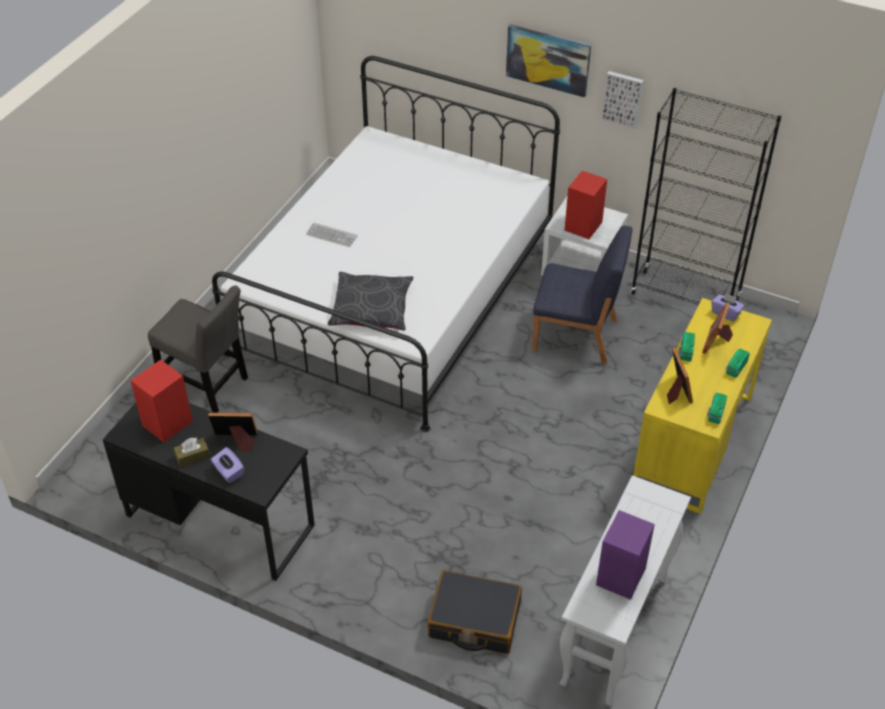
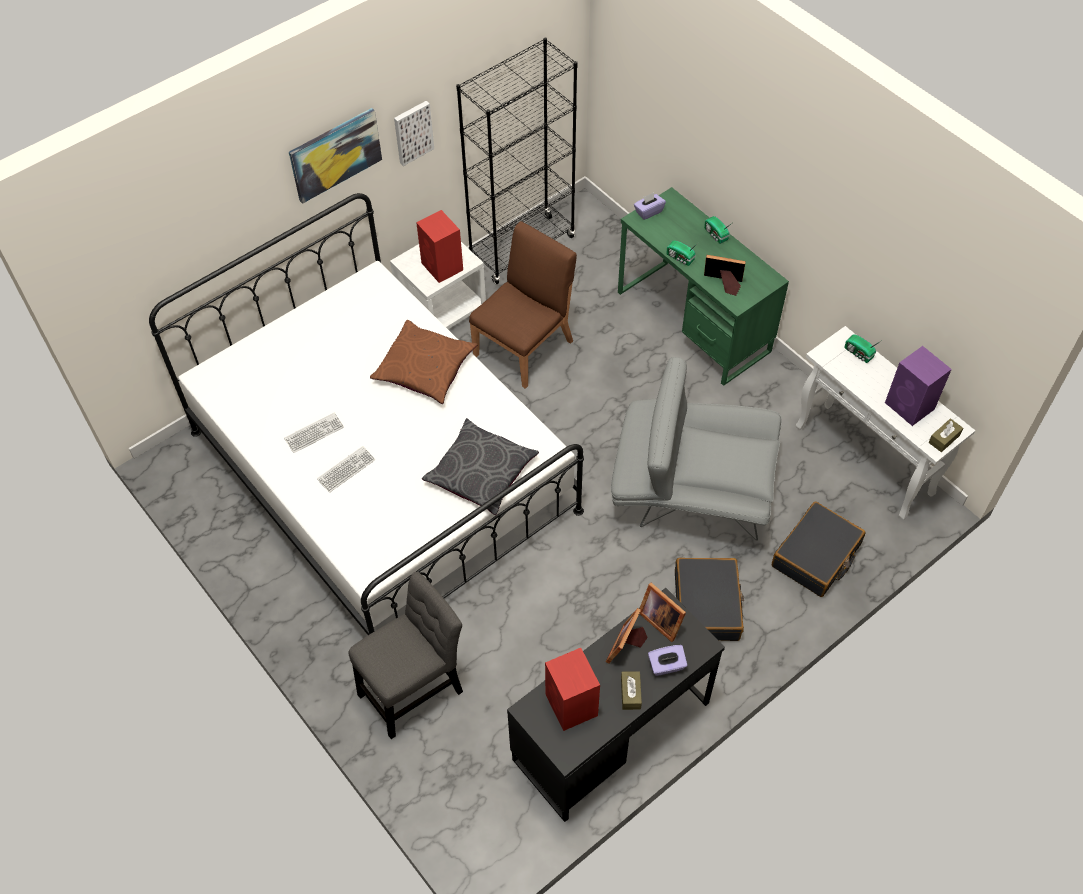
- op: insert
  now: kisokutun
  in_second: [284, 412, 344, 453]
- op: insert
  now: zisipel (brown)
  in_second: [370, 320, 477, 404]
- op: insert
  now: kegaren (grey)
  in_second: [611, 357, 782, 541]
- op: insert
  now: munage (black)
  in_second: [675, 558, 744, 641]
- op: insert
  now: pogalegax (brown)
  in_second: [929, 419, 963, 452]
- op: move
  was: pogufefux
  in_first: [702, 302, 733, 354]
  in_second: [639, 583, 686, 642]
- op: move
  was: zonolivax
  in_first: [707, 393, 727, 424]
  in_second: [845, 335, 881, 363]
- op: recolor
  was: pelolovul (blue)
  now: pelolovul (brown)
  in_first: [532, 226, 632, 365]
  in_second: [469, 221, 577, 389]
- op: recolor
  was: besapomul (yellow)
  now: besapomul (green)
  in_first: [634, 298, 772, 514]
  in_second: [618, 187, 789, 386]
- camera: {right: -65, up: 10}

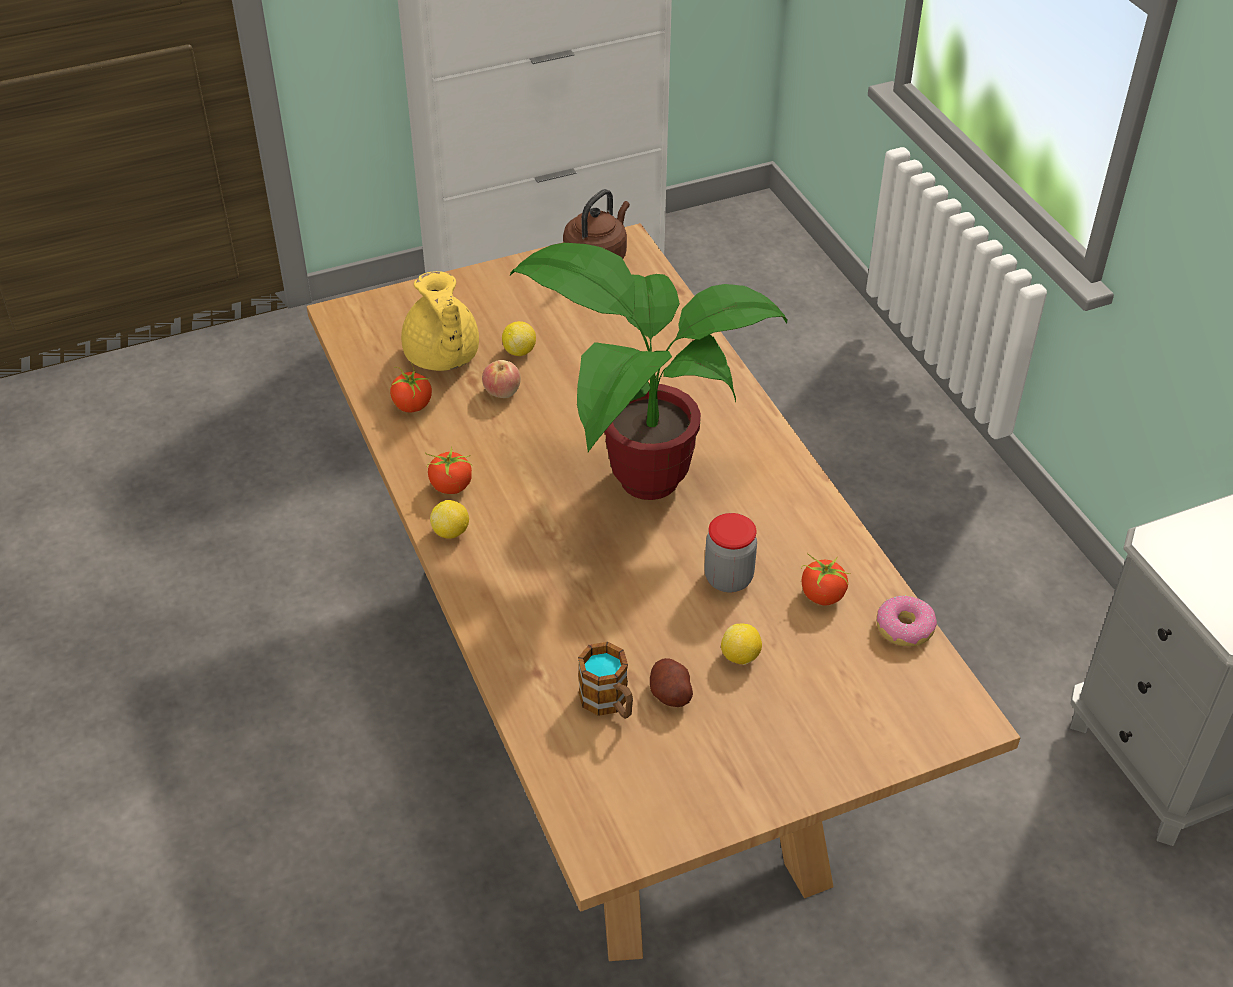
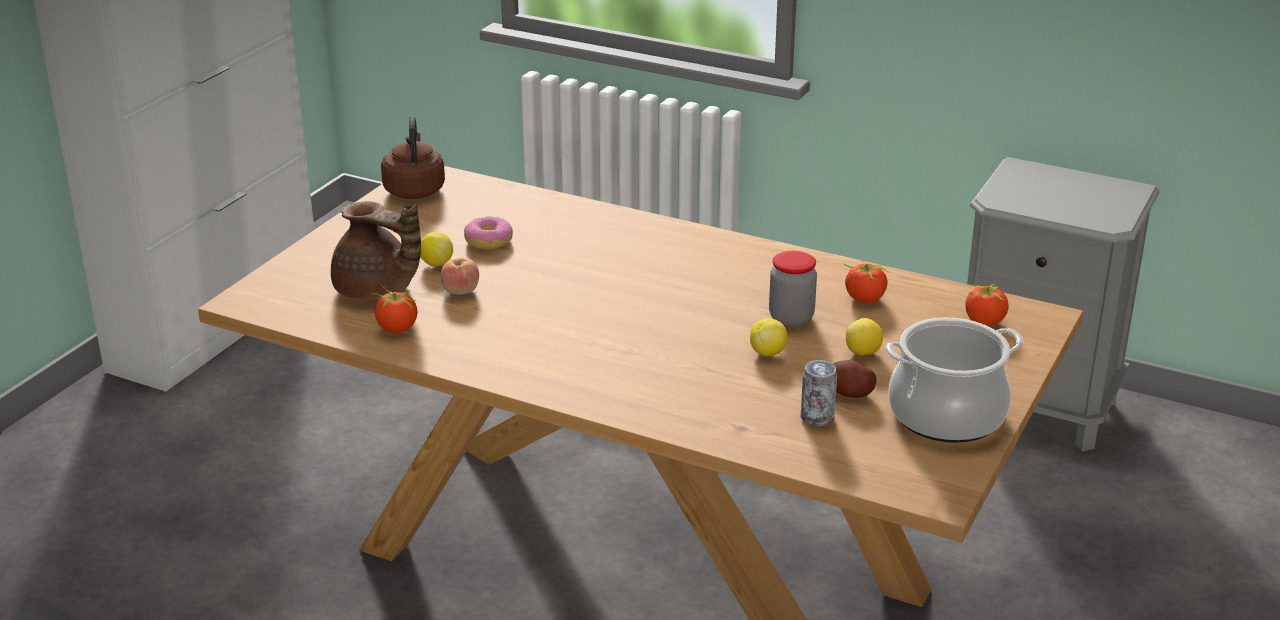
- op: delete
  was: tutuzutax
  in_first: [510, 243, 788, 500]
- op: insert
  now: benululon
  in_second: [886, 318, 1024, 443]
- op: move
  was: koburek
  in_first: [425, 446, 473, 494]
  in_second: [965, 283, 1009, 326]
- op: move
  was: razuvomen
  in_first: [430, 500, 469, 539]
  in_second: [750, 318, 788, 356]
- op: move
  was: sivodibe
  in_first: [876, 595, 937, 647]
  in_second: [464, 216, 513, 249]
- op: replace
  was: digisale
  now: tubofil
  in_first: [578, 642, 633, 719]
  in_second: [801, 360, 837, 427]
- op: recolor
  was: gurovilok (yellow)
  now: gurovilok (brown)
  in_first: [401, 271, 479, 371]
  in_second: [331, 201, 421, 300]
- camera: {right: -40, up: -15}

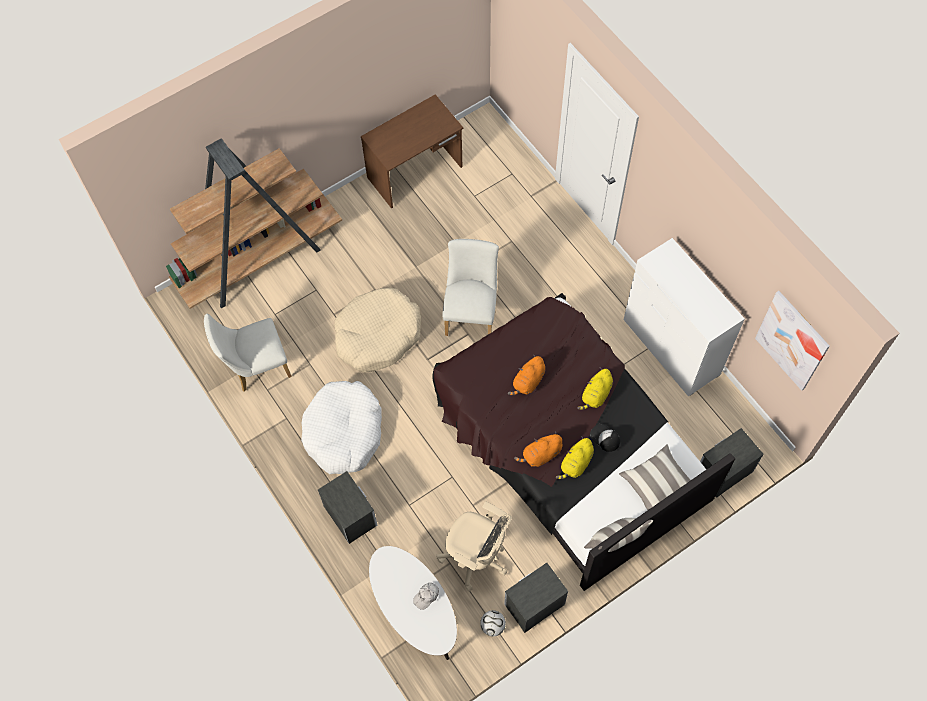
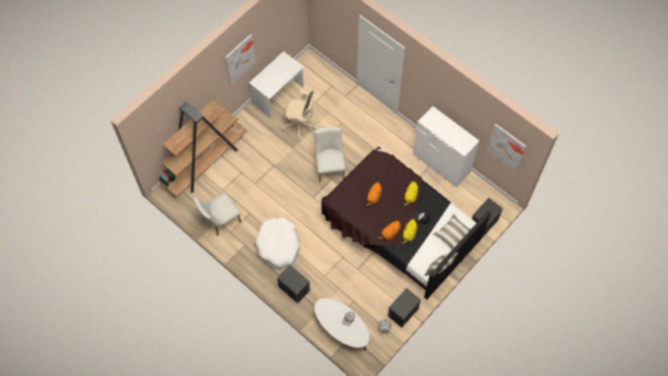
- op: delete
  was: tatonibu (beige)
  in_first: [335, 288, 421, 372]
- op: insert
  now: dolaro
  in_second: [225, 34, 256, 85]
- op: move
  was: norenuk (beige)
  in_first: [436, 502, 512, 591]
  in_second: [281, 90, 317, 140]
- op: recolor
  was: besapomul (brown)
  now: besapomul (white)
  in_first: [361, 94, 463, 209]
  in_second: [249, 51, 304, 118]
- camera: {right: -15, up: 0}

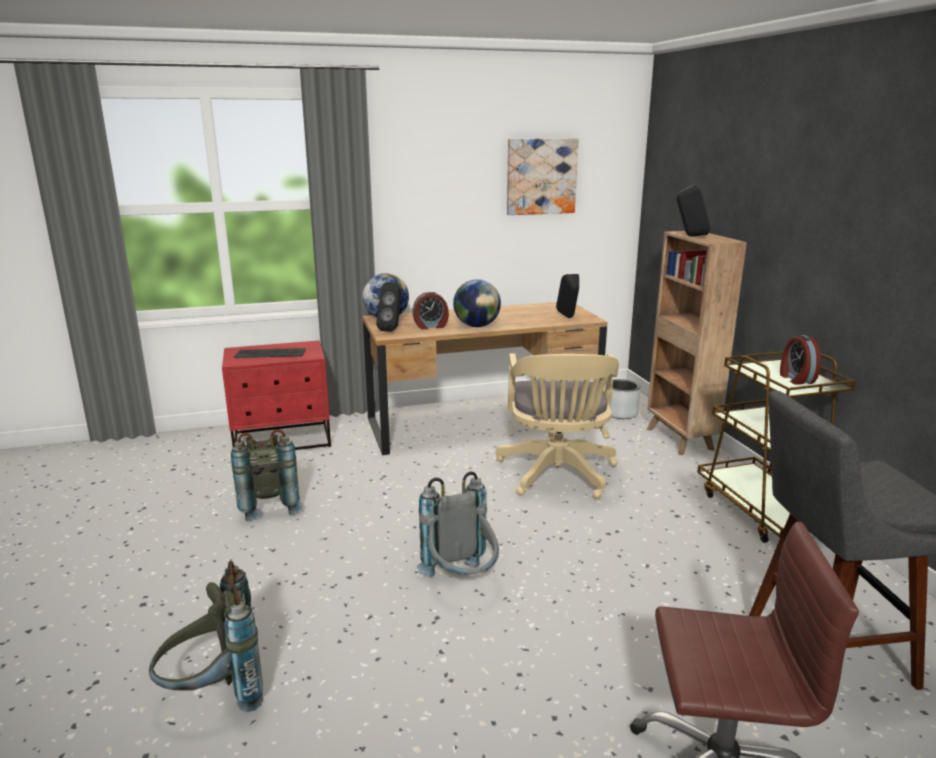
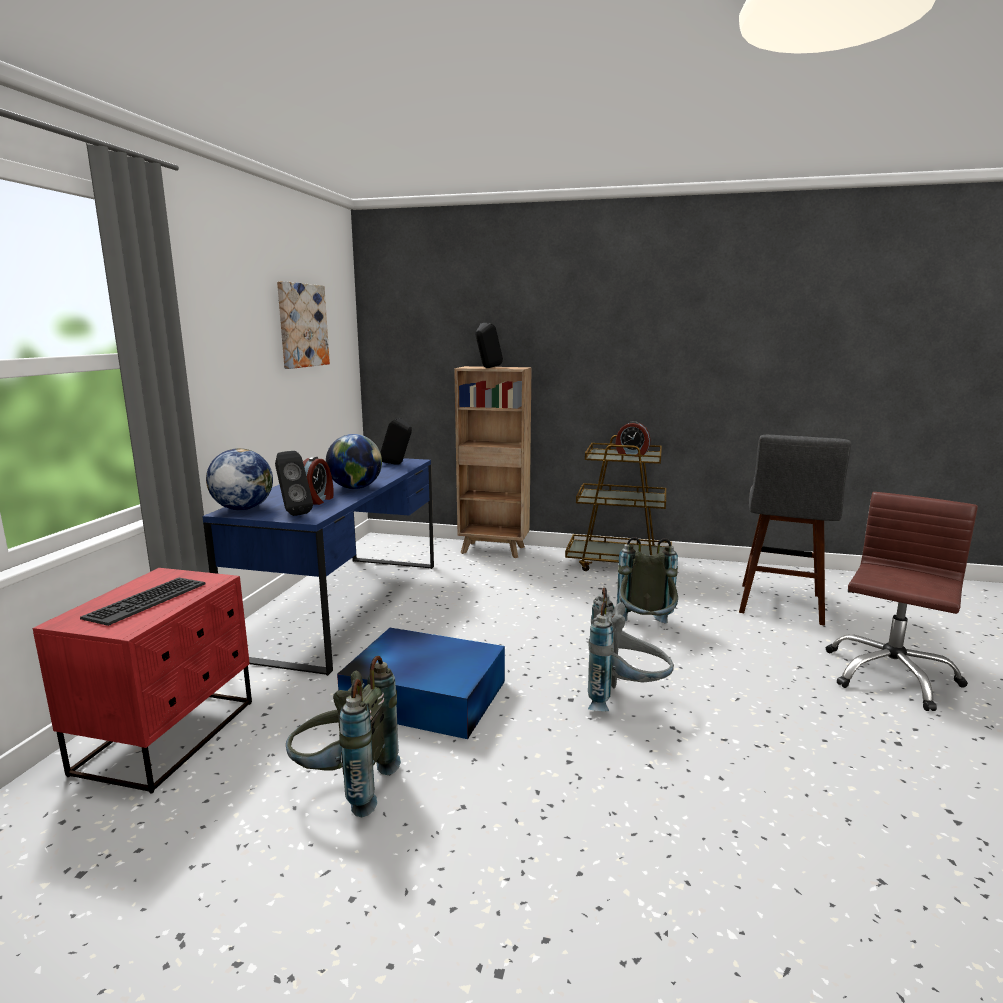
- op: delete
  was: norenuk (beige)
  in_first: [495, 353, 619, 499]
- op: delete
  was: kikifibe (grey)
  in_first: [610, 379, 641, 419]
- op: insert
  now: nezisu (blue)
  in_second: [337, 628, 505, 739]
- op: move
  was: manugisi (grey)
  in_first: [149, 561, 263, 712]
  in_second: [617, 537, 678, 624]
- op: recolor
  was: besapomul (brown)
  now: besapomul (blue)
  in_first: [362, 302, 608, 455]
  in_second: [202, 458, 434, 676]
- camera: {right: -60, up: -5}

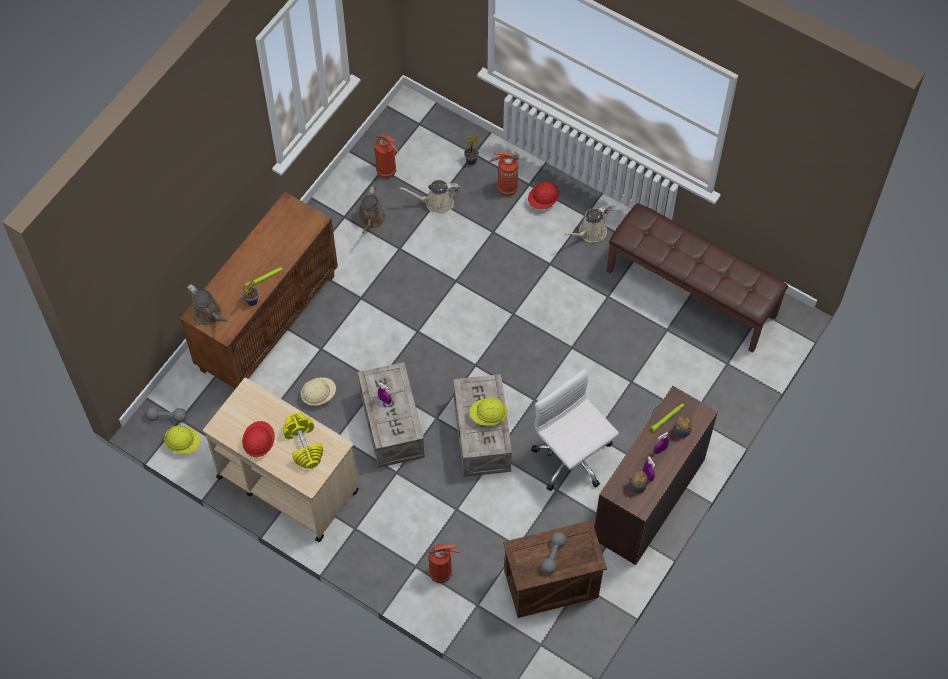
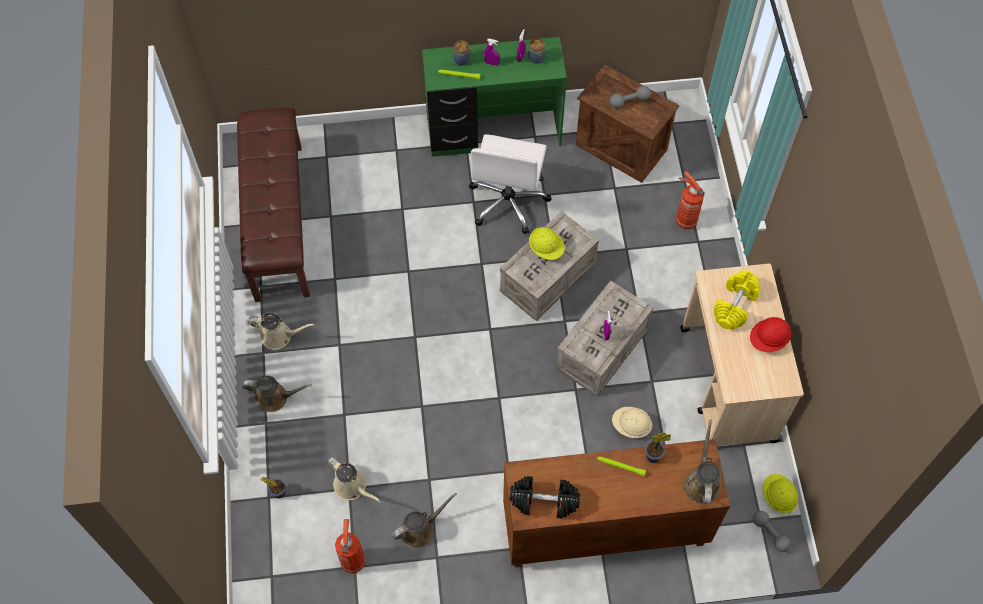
- op: delete
  was: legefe
  in_first: [489, 151, 519, 196]
- op: insert
  now: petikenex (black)
  in_second: [510, 476, 580, 519]
- op: replace
  was: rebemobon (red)
  now: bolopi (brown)
  in_first: [528, 181, 559, 209]
  in_second: [243, 375, 312, 412]
- op: recolor
  was: besapomul (brown)
  now: besapomul (green)
  in_first: [594, 386, 718, 565]
  in_second: [422, 37, 567, 156]
- camera: {right: -130, up: 0}

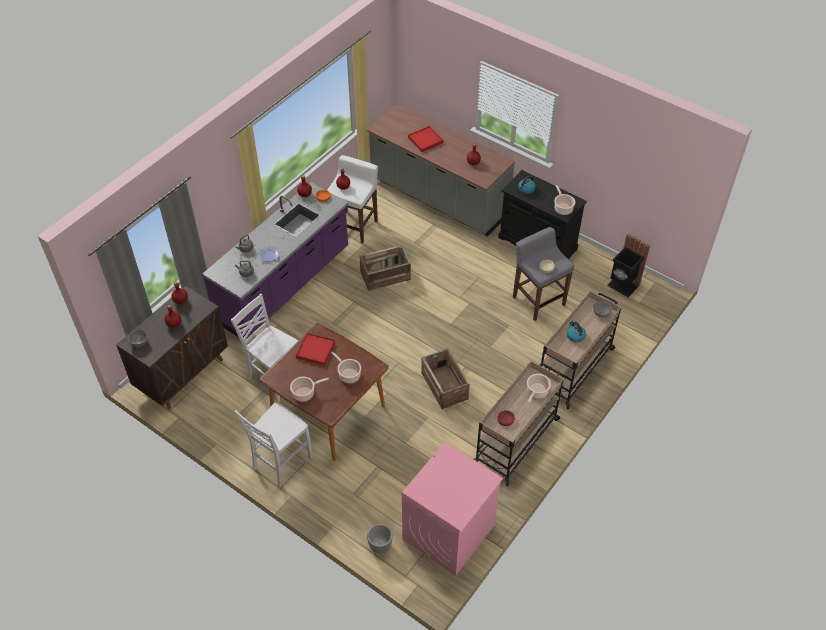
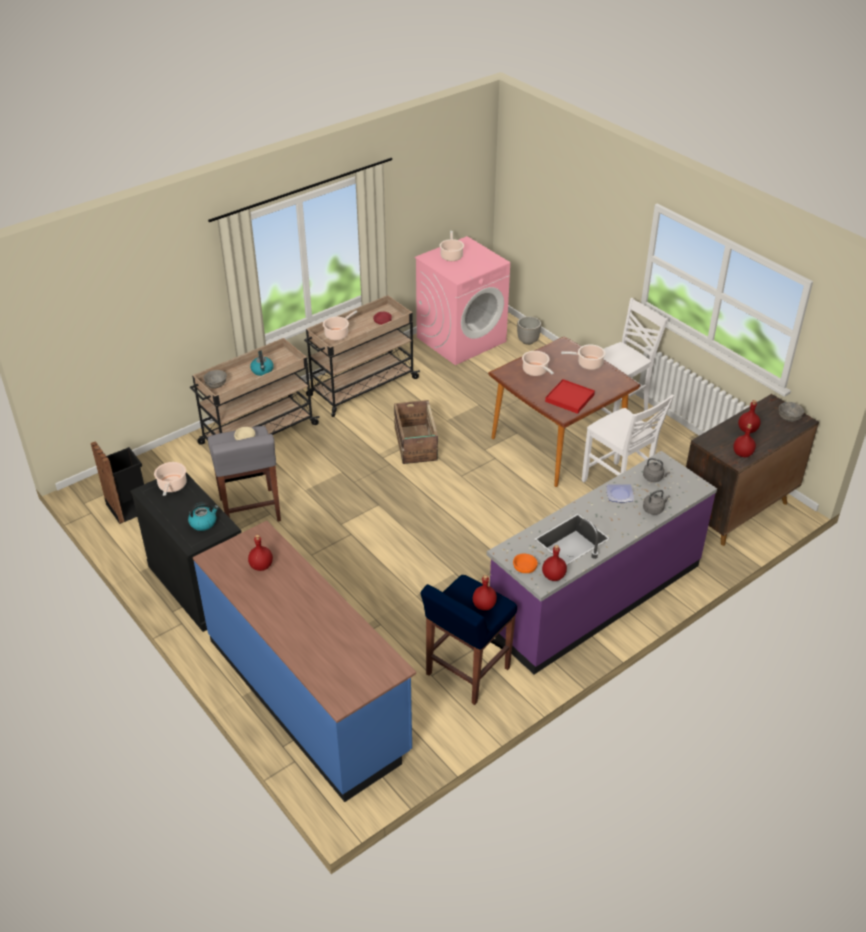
- op: delete
  was: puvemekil
  in_first: [360, 245, 411, 291]
- op: delete
  was: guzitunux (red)
  in_first: [408, 126, 443, 152]
- op: insert
  now: benululon
  in_second: [439, 231, 464, 261]
- op: recolor
  was: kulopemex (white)
  now: kulopemex (blue)
  in_first: [327, 155, 378, 244]
  in_second: [421, 575, 517, 705]
- op: recolor
  was: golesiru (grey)
  now: golesiru (blue)
  in_first: [367, 104, 515, 236]
  in_second: [193, 521, 416, 802]
- camera: {right: -165, up: -10}

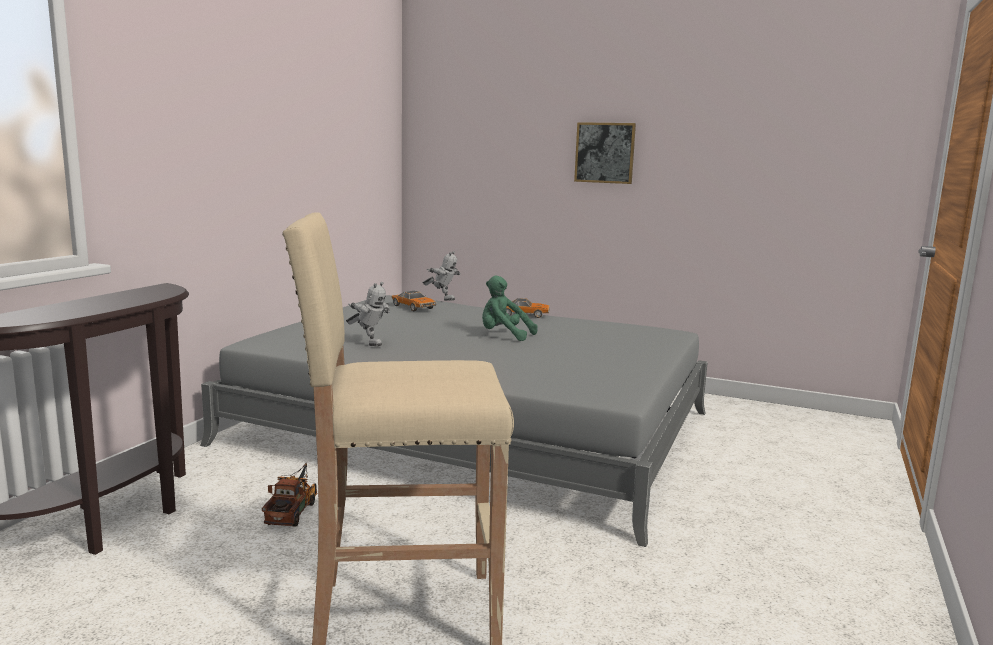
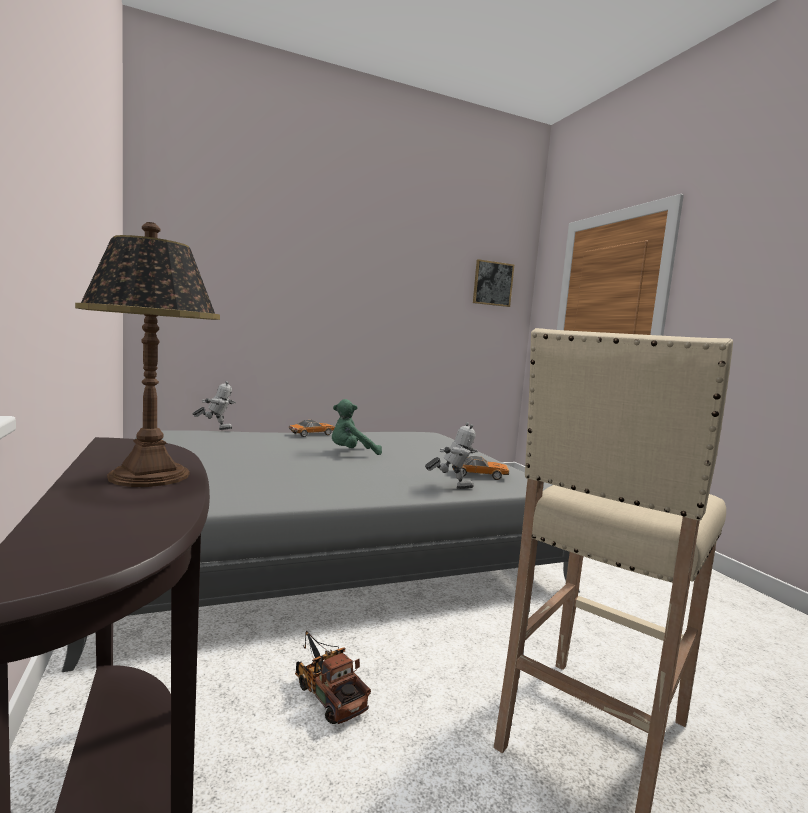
- op: insert
  now: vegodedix
  in_second: [75, 222, 220, 487]
- op: move
  was: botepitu
  in_first: [346, 282, 390, 346]
  in_second: [425, 422, 478, 489]
- op: move
  was: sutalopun
  in_first: [391, 291, 436, 311]
  in_second: [452, 456, 509, 480]
- op: move
  was: dolaro
  in_first: [574, 122, 636, 184]
  in_second: [473, 259, 514, 307]
- camera: {right: -45, up: -5}

